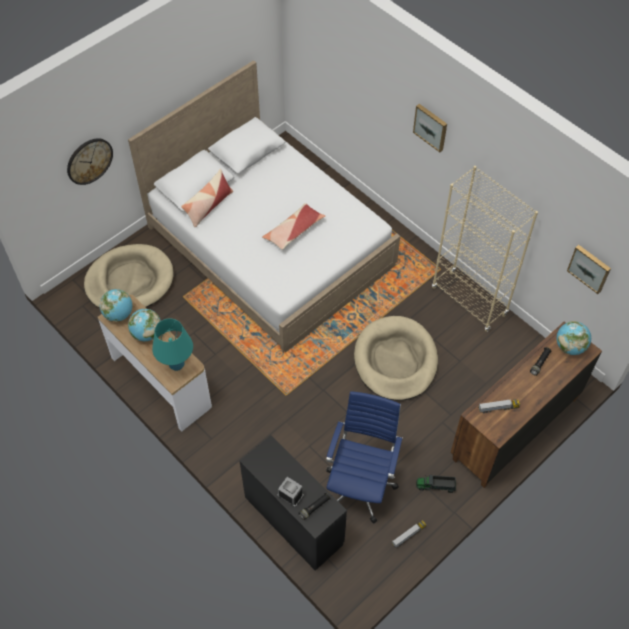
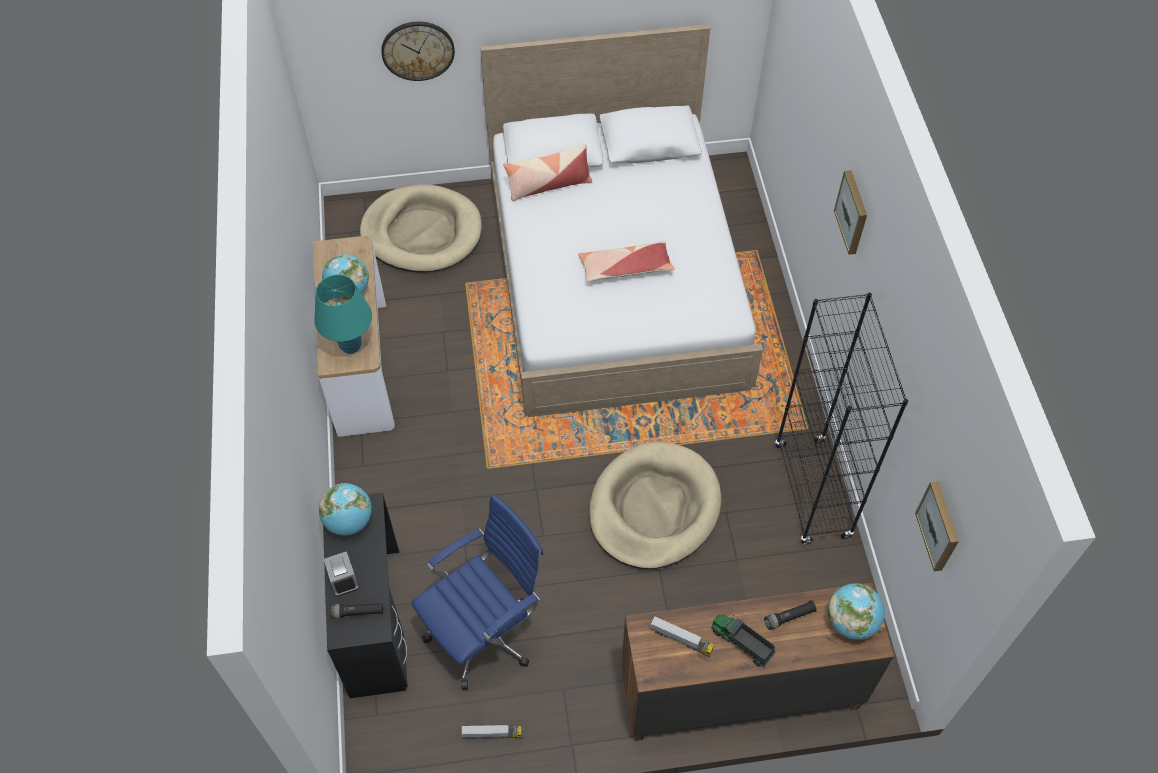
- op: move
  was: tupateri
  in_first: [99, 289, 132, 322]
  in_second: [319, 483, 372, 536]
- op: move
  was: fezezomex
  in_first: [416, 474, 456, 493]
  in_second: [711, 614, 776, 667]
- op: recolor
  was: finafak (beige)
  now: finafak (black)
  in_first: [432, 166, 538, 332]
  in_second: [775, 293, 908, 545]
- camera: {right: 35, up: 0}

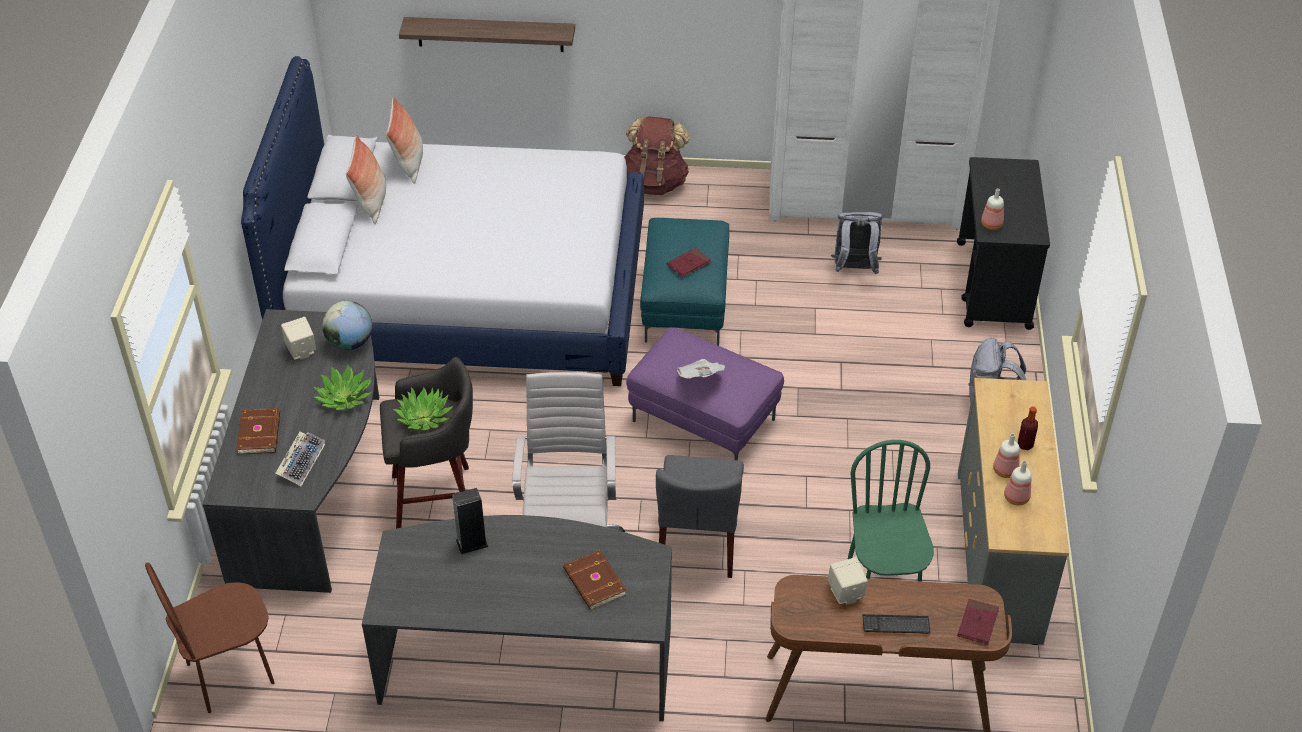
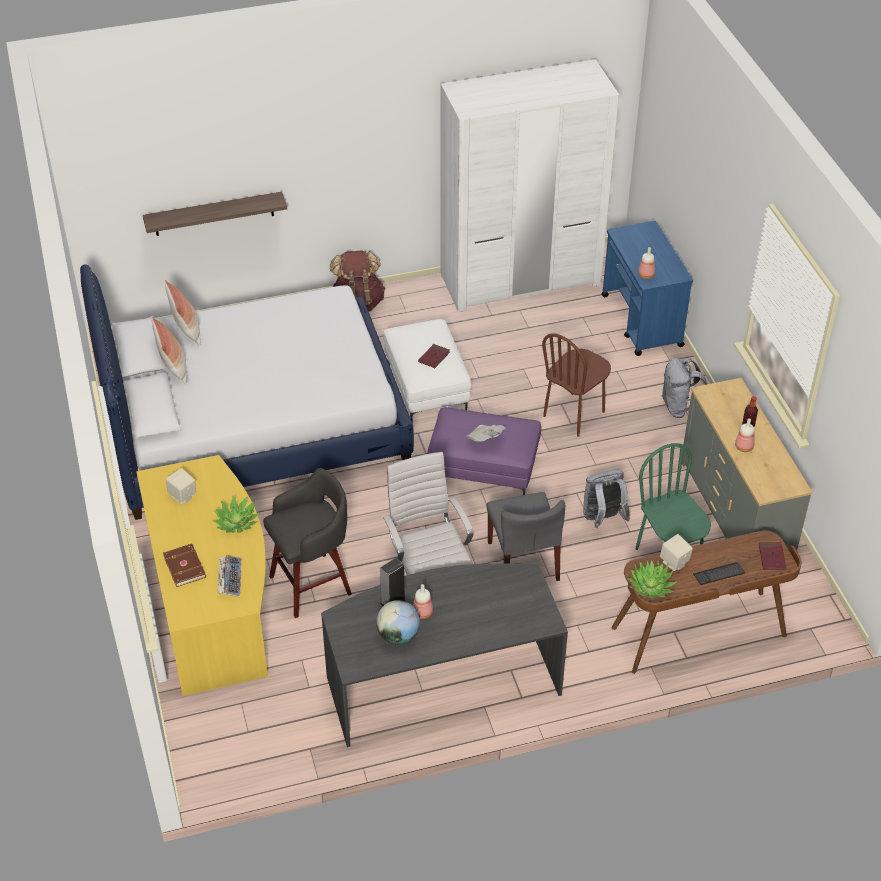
- op: delete
  was: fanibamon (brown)
  in_first: [563, 550, 626, 610]
- op: move
  was: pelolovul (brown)
  in_first: [145, 563, 275, 713]
  in_second: [542, 333, 611, 437]
- op: move
  was: tupateri
  in_first: [322, 301, 372, 350]
  in_second: [376, 600, 420, 644]
- op: move
  was: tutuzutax
  in_first: [393, 387, 453, 431]
  in_second: [627, 560, 677, 599]
- op: move
  was: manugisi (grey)
  in_first: [831, 212, 882, 274]
  in_second: [583, 470, 630, 528]
- op: move
  was: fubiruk
  in_first: [1004, 461, 1032, 505]
  in_second: [413, 584, 433, 619]
- op: recolor
  was: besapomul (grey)
  now: besapomul (yellow)
  in_first: [202, 309, 379, 593]
  in_second: [136, 455, 268, 696]
- op: recolor
  was: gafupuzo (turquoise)
  now: gafupuzo (white)
  in_first: [640, 218, 729, 346]
  in_second: [383, 319, 472, 423]
- op: recolor
  was: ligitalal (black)
  now: ligitalal (blue)
  in_first: [957, 157, 1050, 330]
  in_second: [601, 221, 693, 356]
- camera: {right: -20, up: 0}

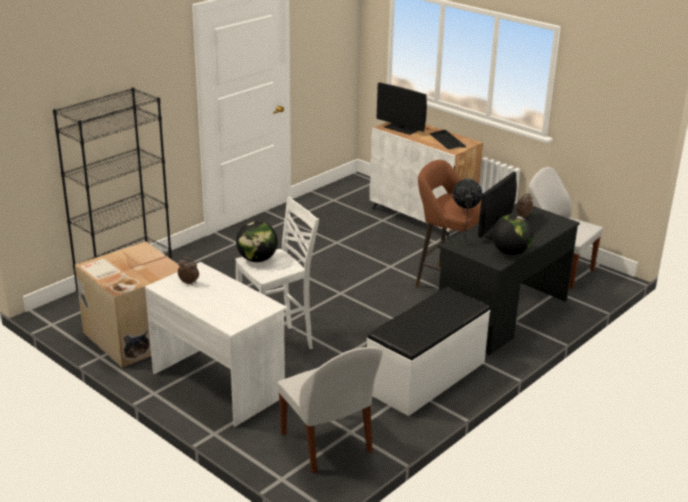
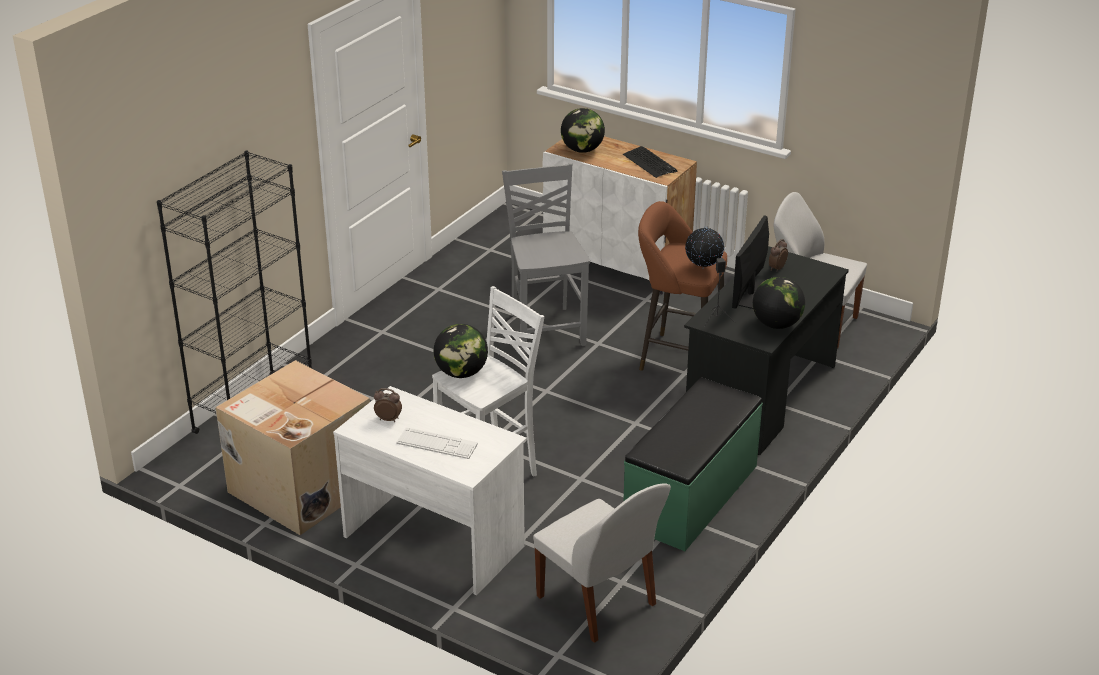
- op: insert
  now: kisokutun
  in_second: [396, 427, 478, 459]
- op: insert
  now: pelolovul (grey)
  in_second: [502, 163, 590, 354]
- op: replace
  was: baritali
  now: tupateri
  in_first: [376, 82, 427, 135]
  in_second: [561, 108, 605, 153]
- op: recolor
  was: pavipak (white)
  now: pavipak (green)
  in_first: [367, 287, 490, 416]
  in_second: [623, 378, 763, 551]
- camera: {right: -10, up: 5}

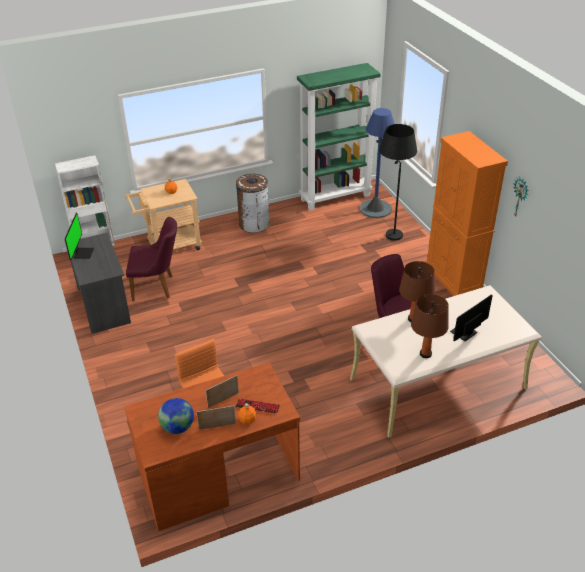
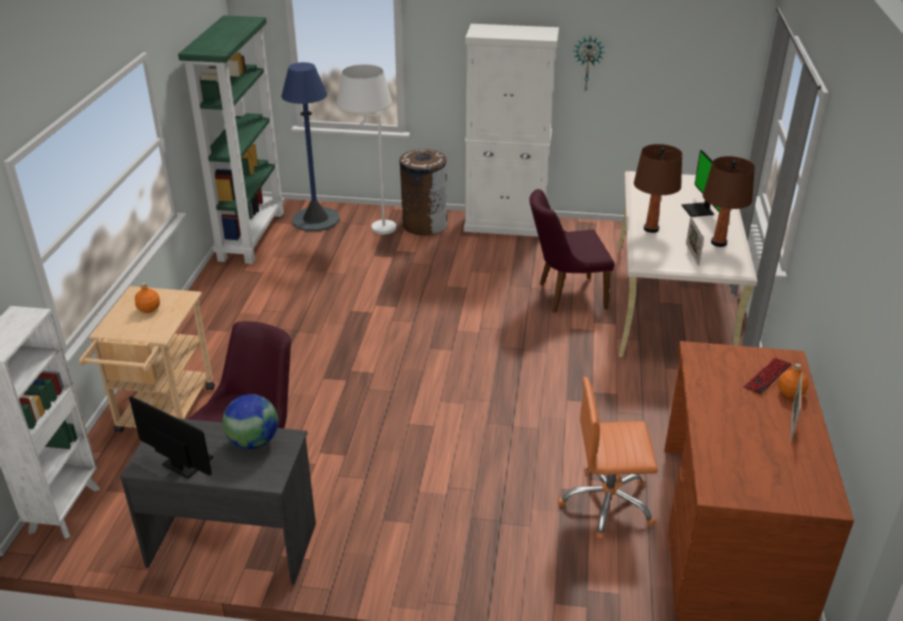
- op: move
  was: tupateri
  in_first: [158, 398, 194, 434]
  in_second: [222, 394, 278, 449]
- op: move
  was: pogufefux
  in_first: [206, 375, 239, 408]
  in_second: [686, 217, 704, 266]
- op: move
  was: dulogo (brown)
  in_first: [236, 174, 270, 233]
  in_second: [399, 149, 447, 235]
- op: recolor
  was: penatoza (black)
  now: penatoza (white)
  in_first: [379, 124, 417, 241]
  in_second: [337, 64, 396, 234]
- op: recolor
  was: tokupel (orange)
  now: tokupel (white)
  in_first: [426, 131, 508, 296]
  in_second: [464, 24, 559, 237]
- camera: {right: -60, up: -5}

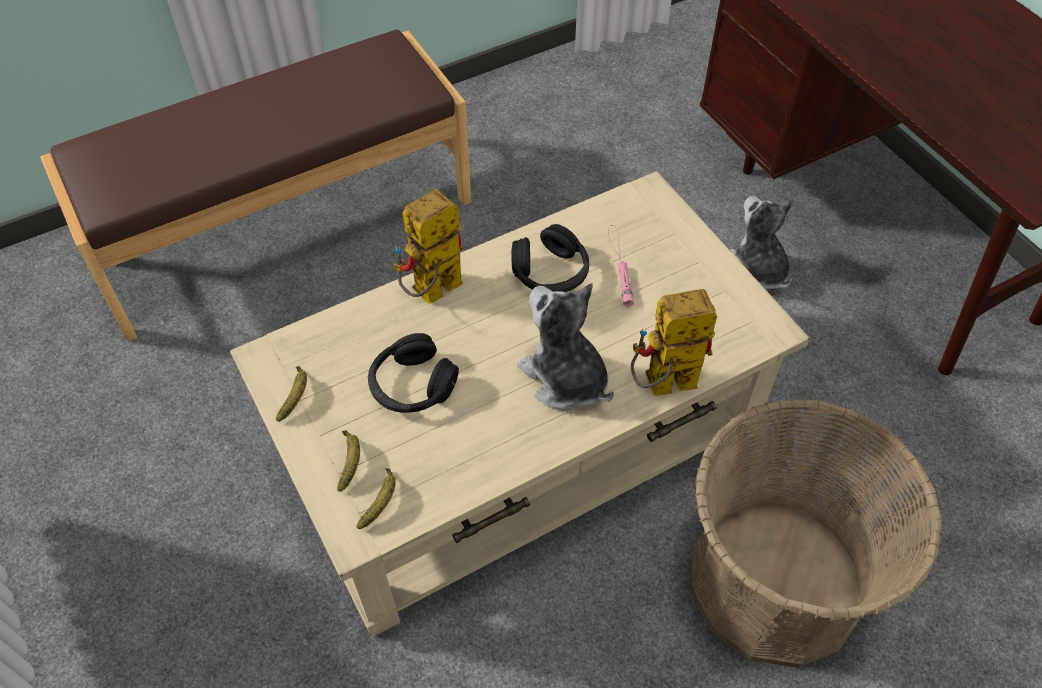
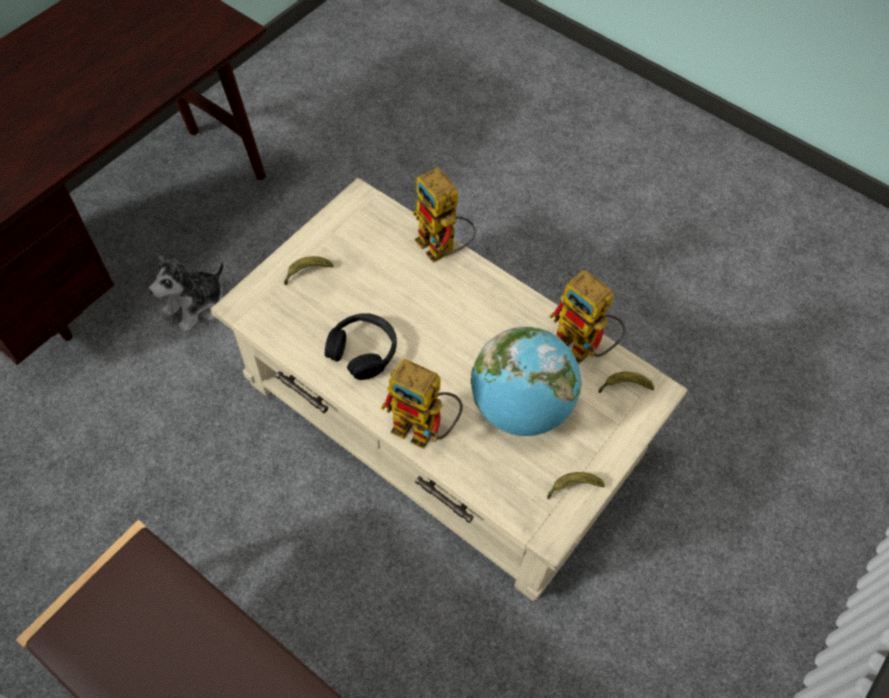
- op: delete
  was: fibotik
  in_first: [517, 283, 614, 411]
- op: delete
  was: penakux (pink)
  in_first: [608, 225, 634, 307]
- op: delete
  was: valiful
  in_first: [690, 399, 942, 668]
- op: insert
  now: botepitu
  in_second: [549, 270, 626, 365]
- op: move
  was: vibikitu
  in_first: [337, 430, 360, 492]
  in_second: [284, 256, 333, 285]
- op: replace
  was: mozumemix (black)
  now: tupateri
  in_first: [368, 333, 459, 413]
  in_second: [471, 327, 581, 436]
- camera: {right: -115, up: 5}

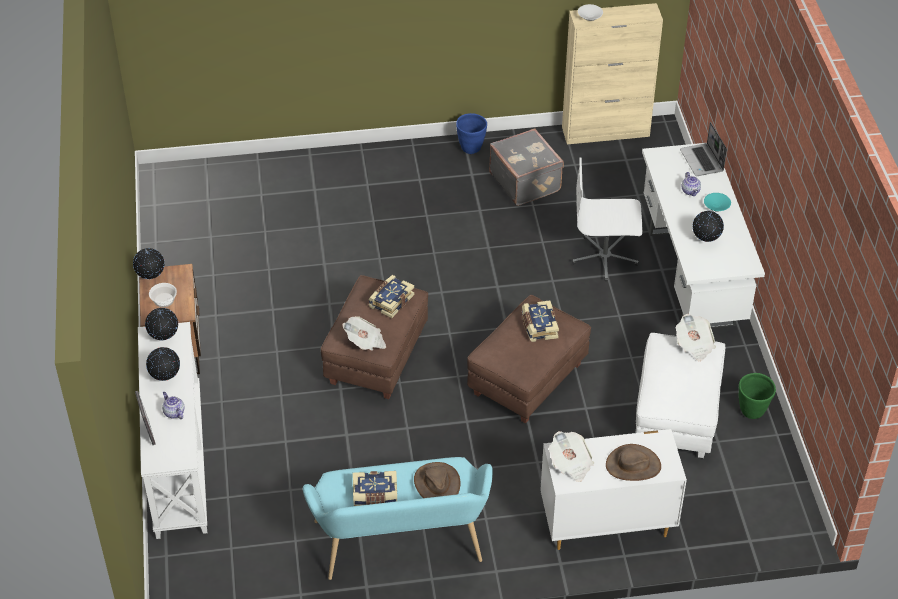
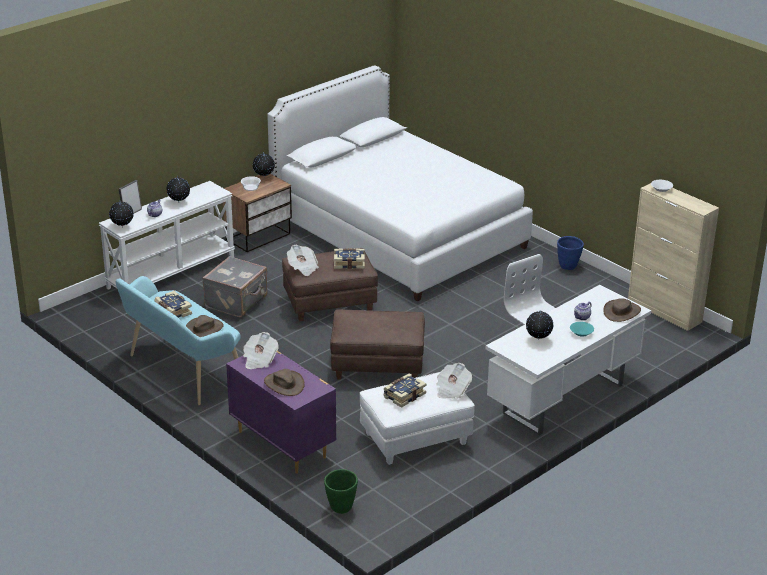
- op: insert
  now: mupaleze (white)
  in_second: [267, 65, 533, 301]
- op: move
  was: tupateri
  in_first: [145, 308, 178, 340]
  in_second: [109, 200, 134, 228]
- op: move
  was: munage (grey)
  in_first: [489, 128, 564, 206]
  in_second: [202, 256, 268, 317]
- op: move
  was: fanibamon
  in_first: [522, 300, 559, 342]
  in_second: [383, 374, 427, 408]
- op: move
  was: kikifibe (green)
  in_first: [739, 373, 776, 419]
  in_second: [324, 469, 358, 514]
- op: replace
  was: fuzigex
  now: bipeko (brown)
  in_first: [680, 122, 727, 176]
  in_second: [603, 298, 641, 322]
- op: recolor
  was: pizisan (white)
  now: pizisan (purple)
  in_first: [540, 429, 687, 550]
  in_second: [226, 351, 336, 474]
- camera: {right: 55, up: -15}

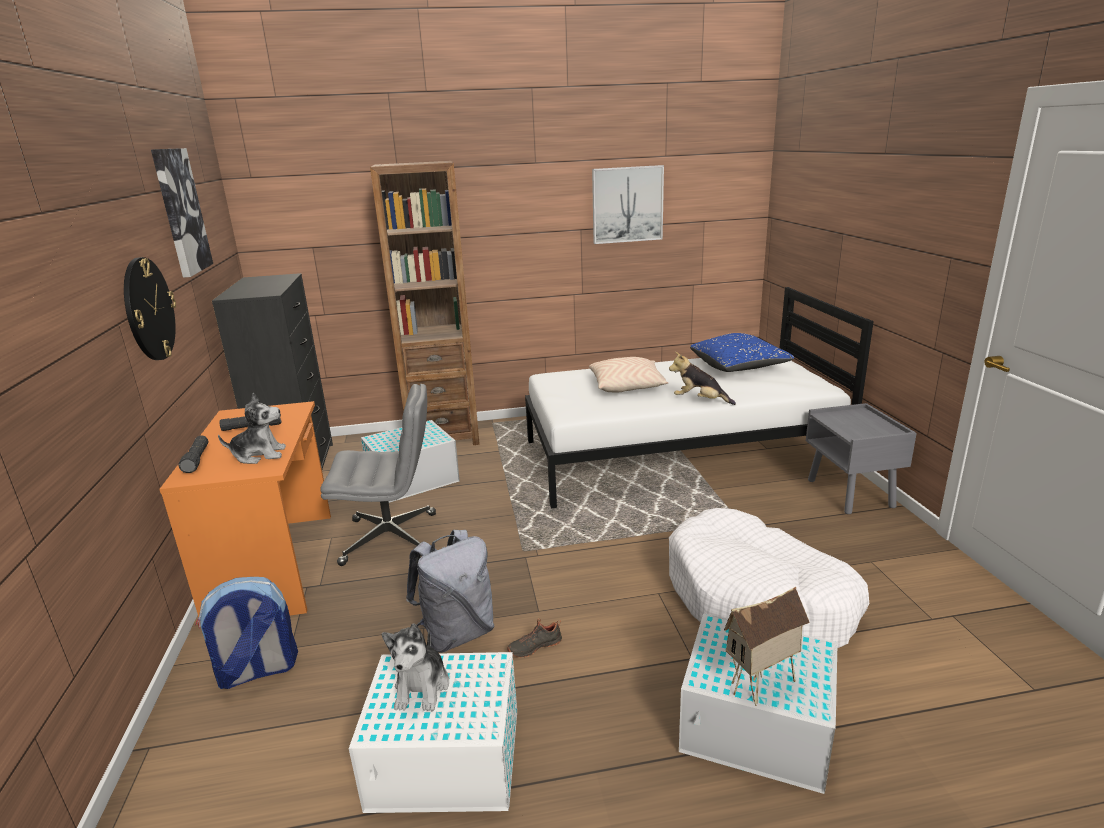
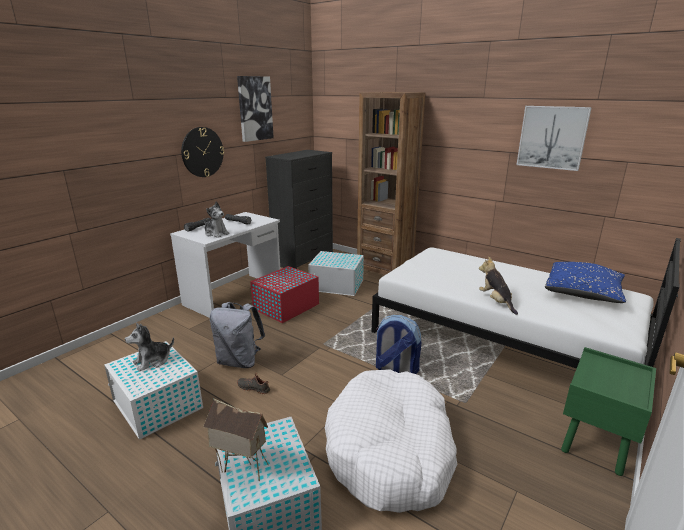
- op: delete
  was: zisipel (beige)
  in_first: [589, 357, 668, 393]
- op: move
  was: manugisi
  in_first: [196, 577, 298, 689]
  in_second: [376, 315, 421, 374]
- op: replace
  was: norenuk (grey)
  now: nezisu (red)
  in_first: [320, 384, 436, 566]
  in_second: [250, 266, 319, 323]
- op: recolor
  was: besapomul (orange)
  now: besapomul (white)
  in_first: [159, 401, 331, 617]
  in_second: [170, 212, 280, 318]
- op: recolor
  was: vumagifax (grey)
  now: vumagifax (green)
  in_first: [806, 403, 917, 514]
  in_second: [561, 347, 656, 476]
- camera: {right: 45, up: 0}

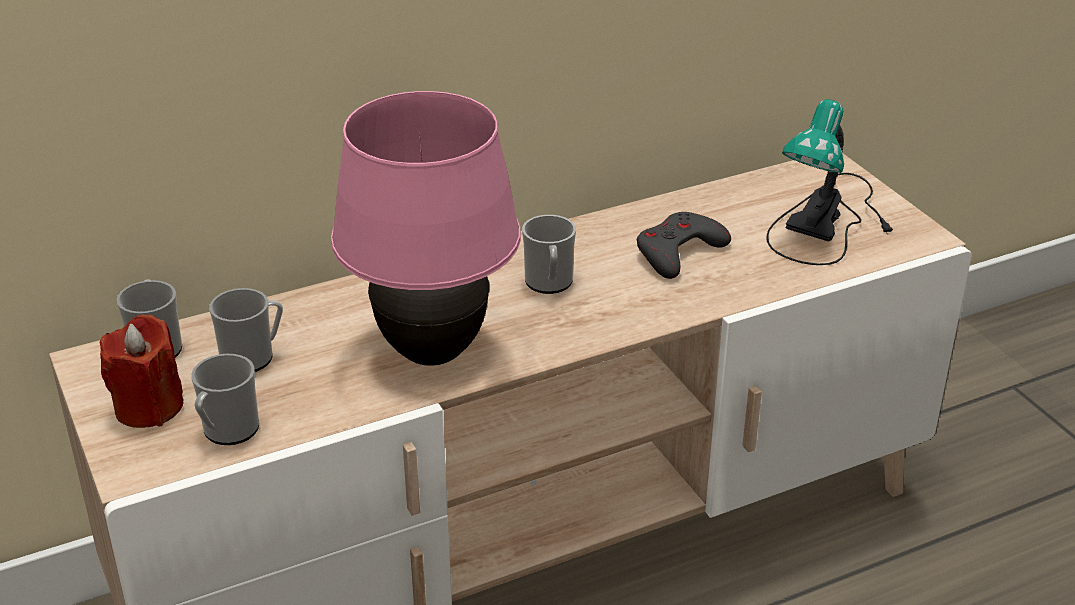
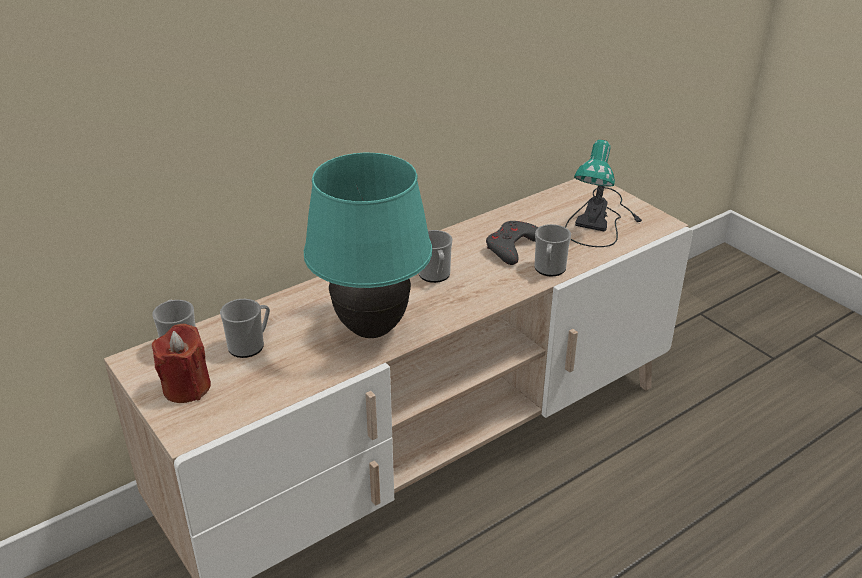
- op: move
  was: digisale
  in_first: [191, 354, 259, 445]
  in_second: [534, 224, 571, 277]
- op: recolor
  was: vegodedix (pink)
  now: vegodedix (turquoise)
  in_first: [331, 91, 521, 366]
  in_second: [304, 153, 432, 338]
- camera: {right: -10, up: 0}

